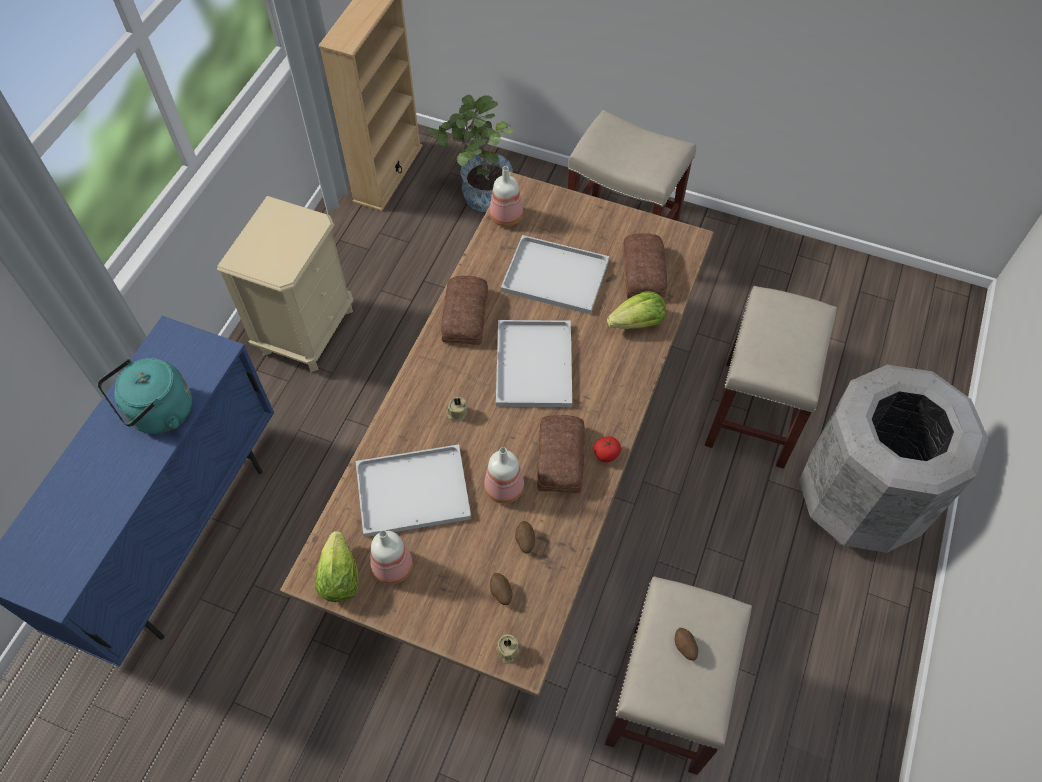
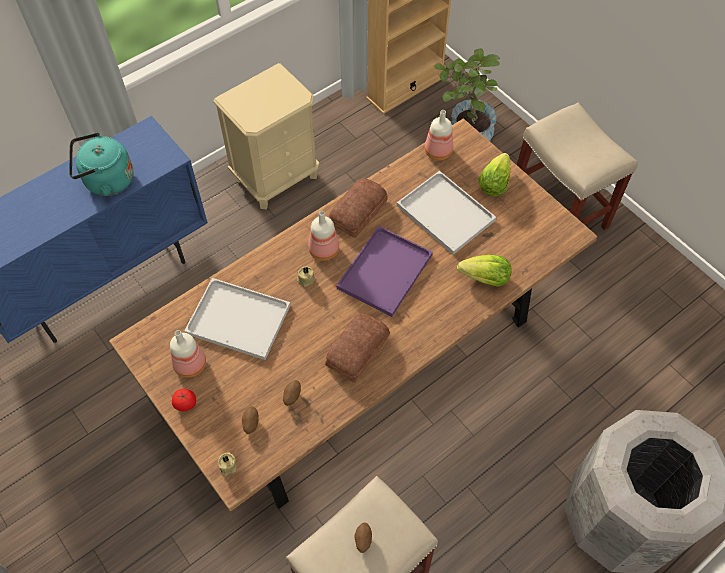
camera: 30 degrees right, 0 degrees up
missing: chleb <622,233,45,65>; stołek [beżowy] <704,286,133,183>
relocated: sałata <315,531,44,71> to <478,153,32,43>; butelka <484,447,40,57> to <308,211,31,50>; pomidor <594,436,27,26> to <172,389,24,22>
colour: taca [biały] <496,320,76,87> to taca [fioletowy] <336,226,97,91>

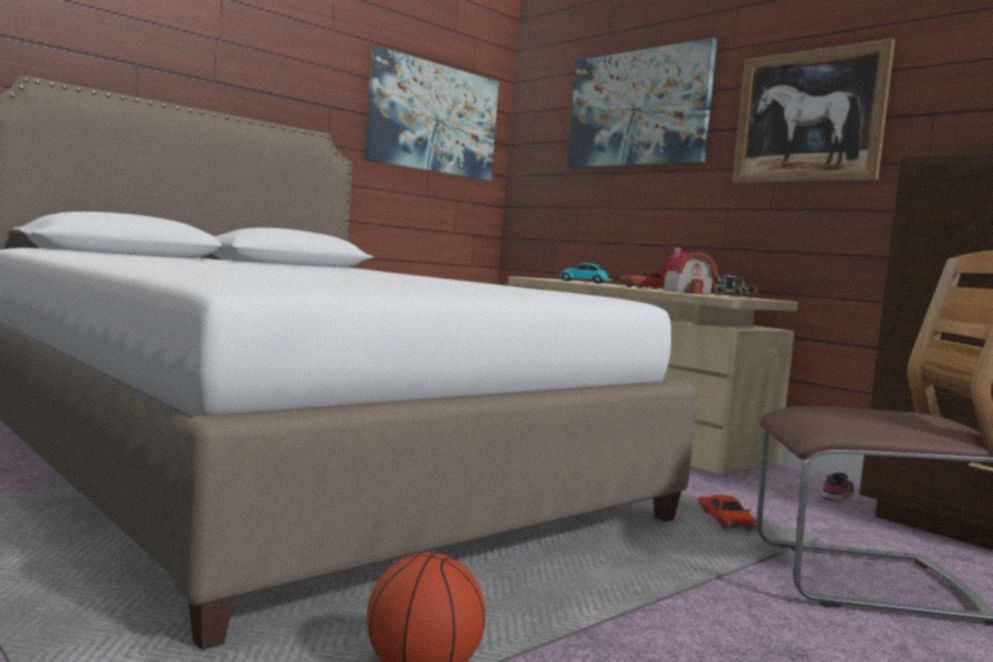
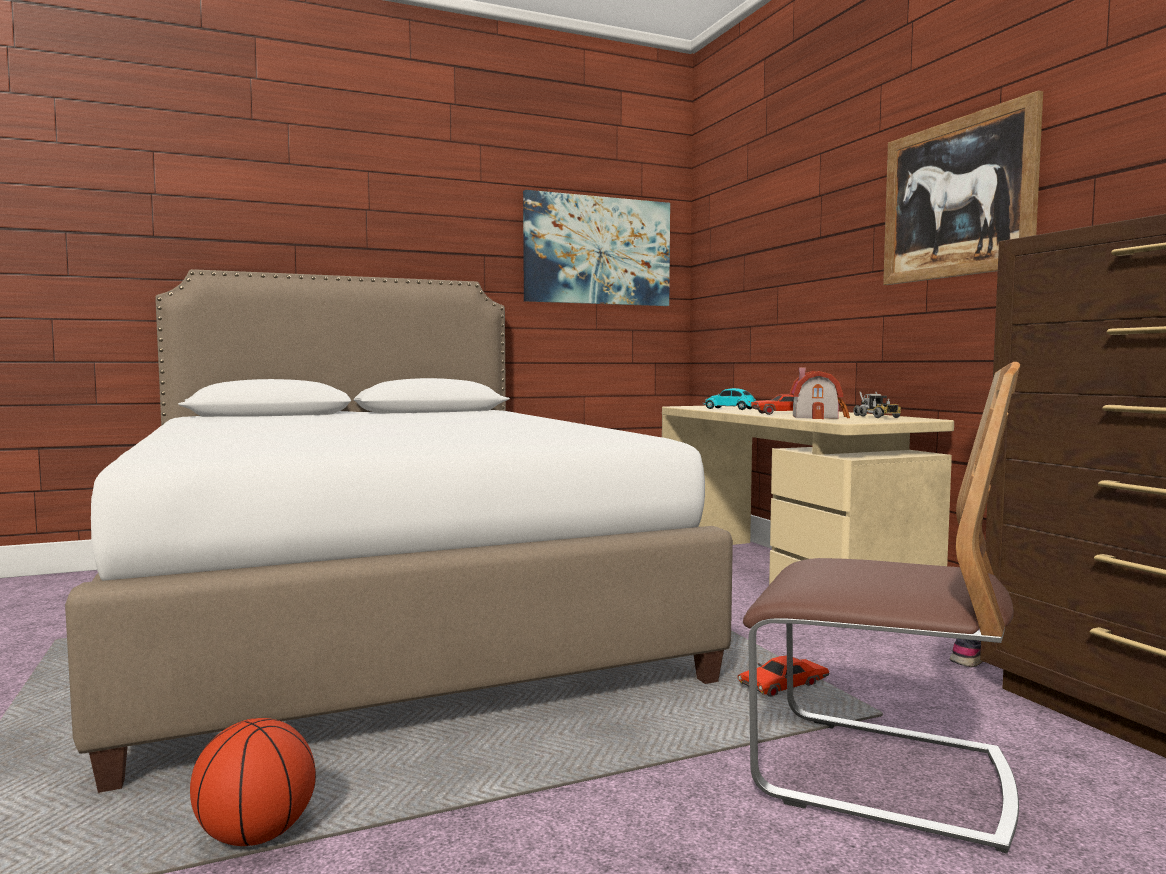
camera: 20 degrees right, 0 degrees up
missing: obraz <567,37,150,131>
spun: samochodzik [czerwony] <698,495,59,35> = <738,655,92,42> 45 degrees clockwise

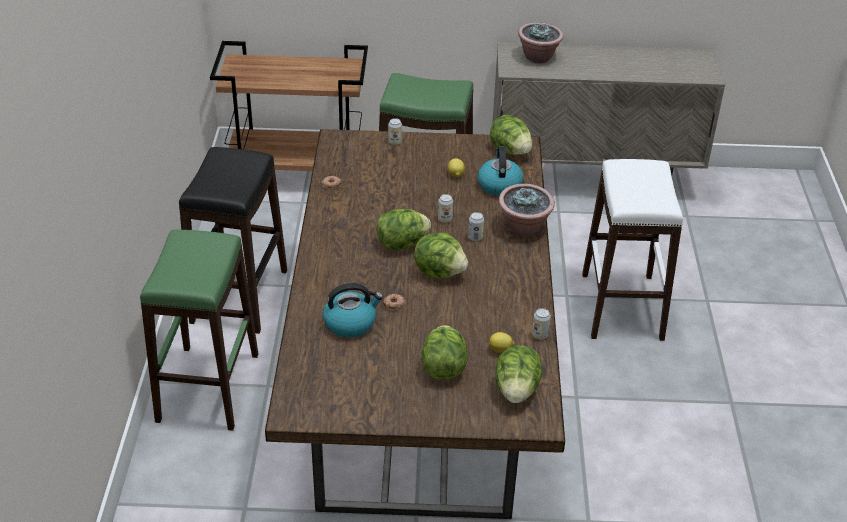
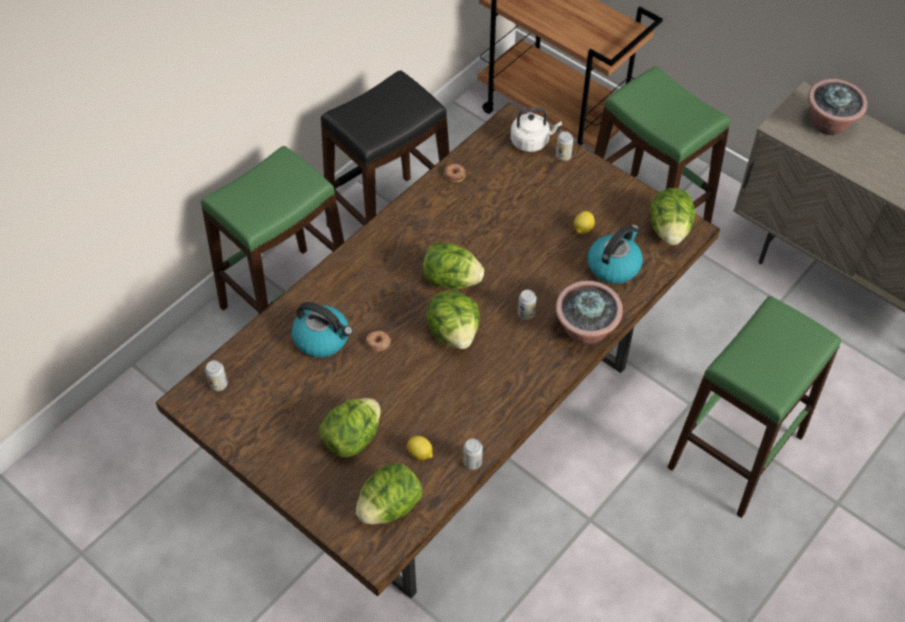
camera: 40 degrees right, 15 degrees up
appeared: czajnik [biały] <511,108,51,44>
relocated: puszka <438,194,15,29> to <205,360,23,31>
colour: stołek [biały] <582,159,101,182> to stołek [zielony] <667,296,175,222>

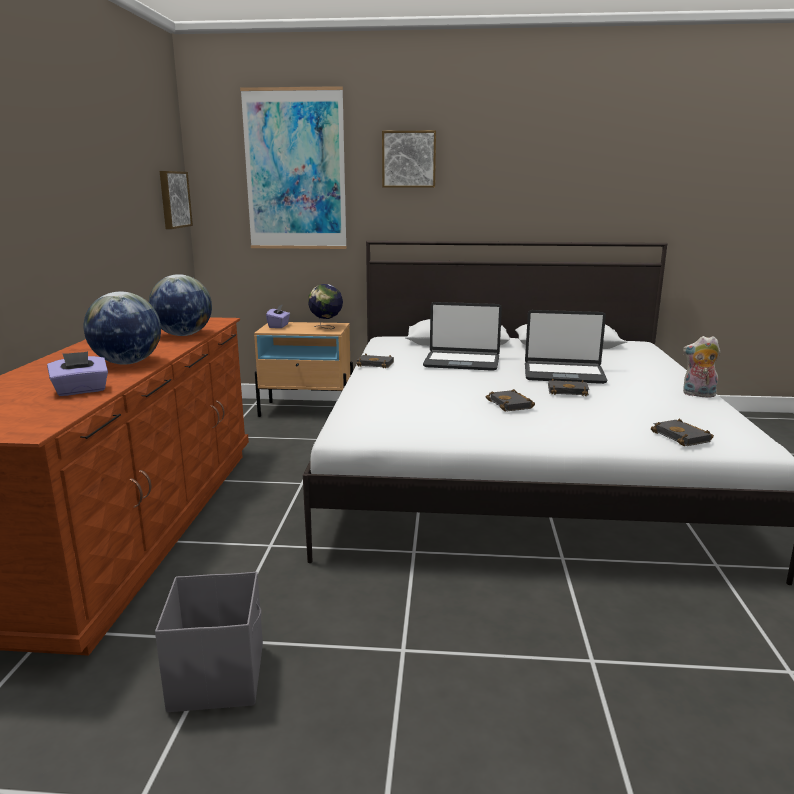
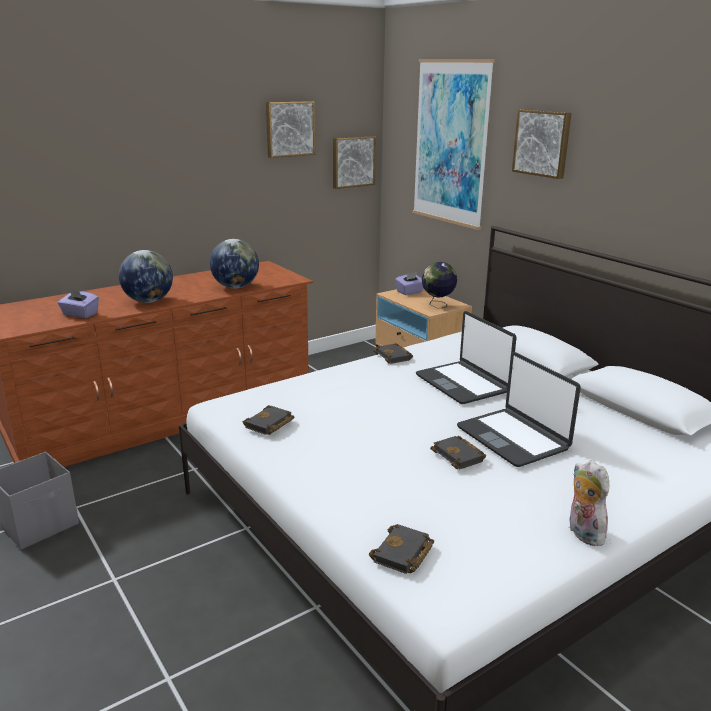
camera: 50 degrees right, 5 degrees up
appeared: obraz <266,101,49,57>
relocated: książka [czarny] <486,389,49,22> to <243,405,51,30>

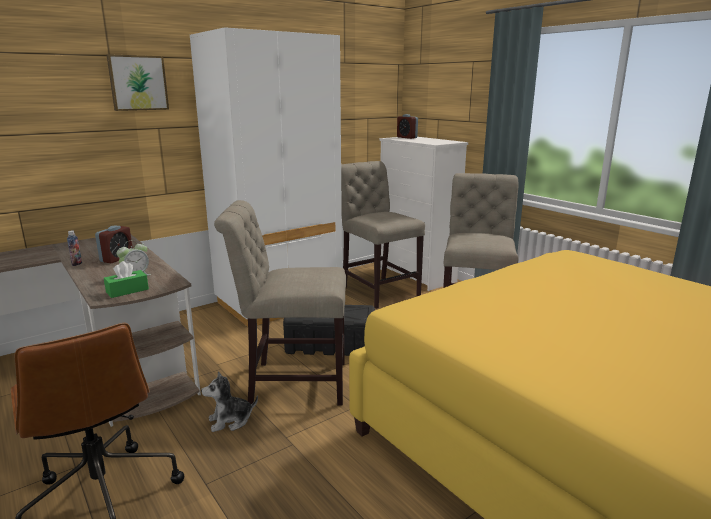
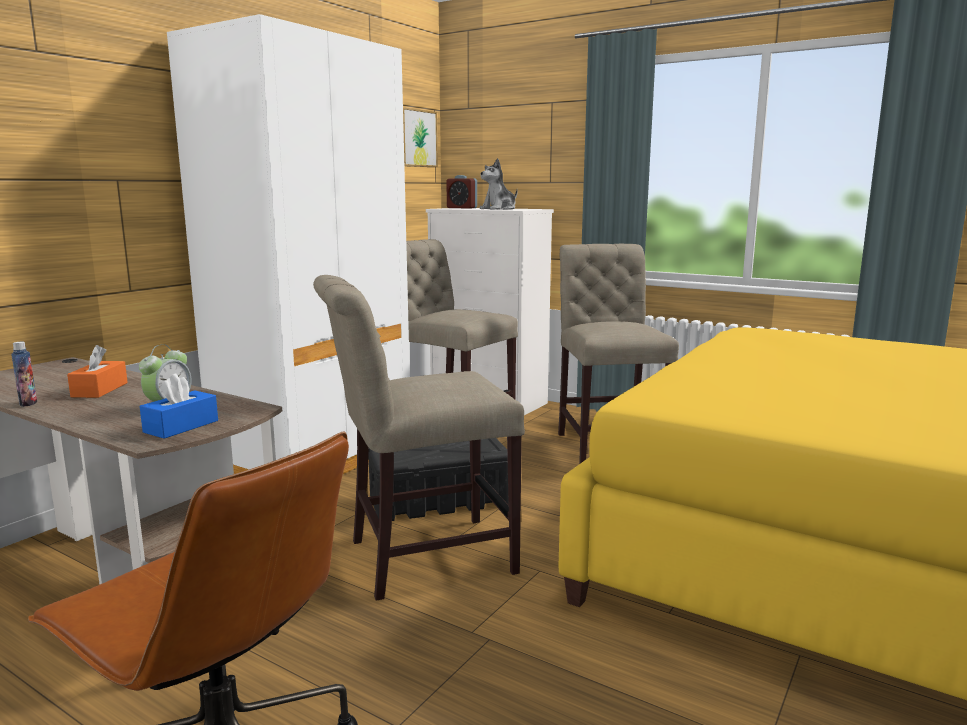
camera: 20 degrees left, 5 degrees down
relocated: obraz <107,54,62,57> to <403,107,35,60>; pluszak <201,371,57,61> to <479,158,39,52>
exchanged: budzik <95,226,38,37> to pudełko chusteczek [pomarańczowy] <67,345,61,53>
colour: pudełko chusteczek [zielony] <104,261,45,37> to pudełko chusteczek [niebieski] <140,373,78,66>

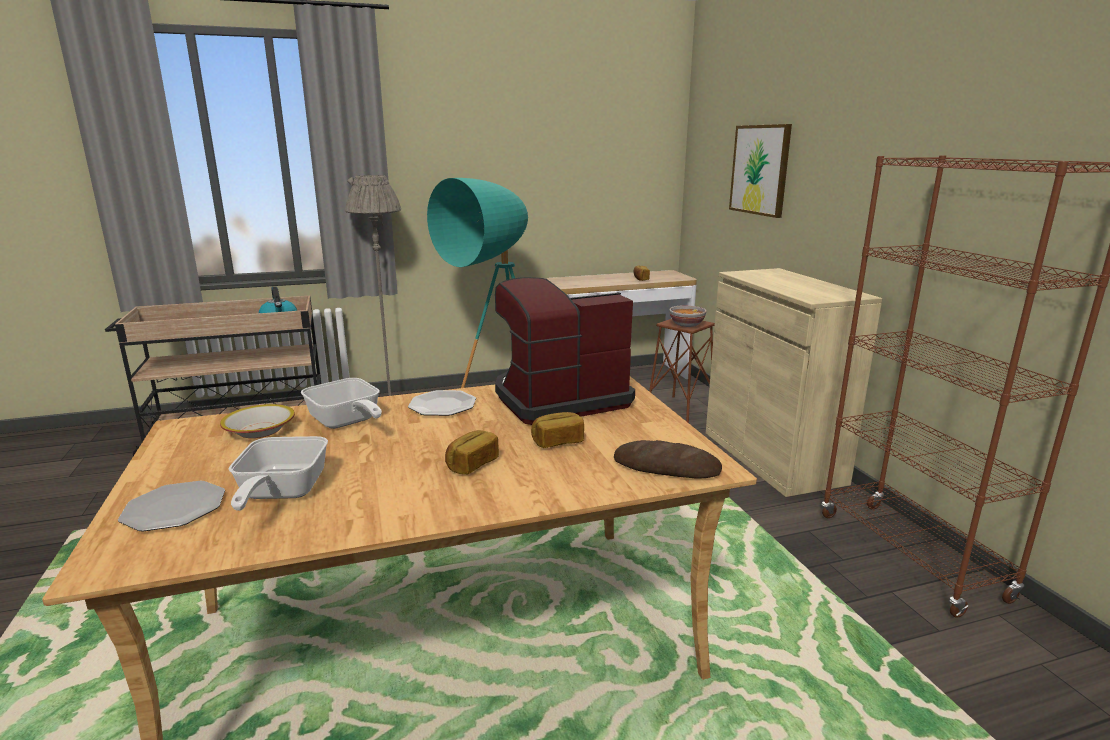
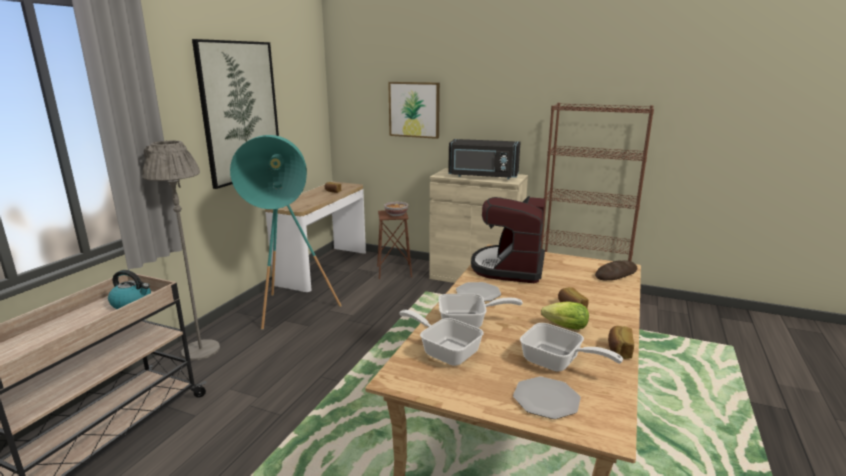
camera: 50 degrees left, 0 degrees up
appeared: obraz <192,39,87,150>; mikrofalówka [czarny] <448,139,73,40>; sałata <541,301,48,29>
relocated: chleb <531,412,53,36> to <608,326,26,33>
exchanged: miska <220,404,75,34> to patelnia <399,310,85,56>

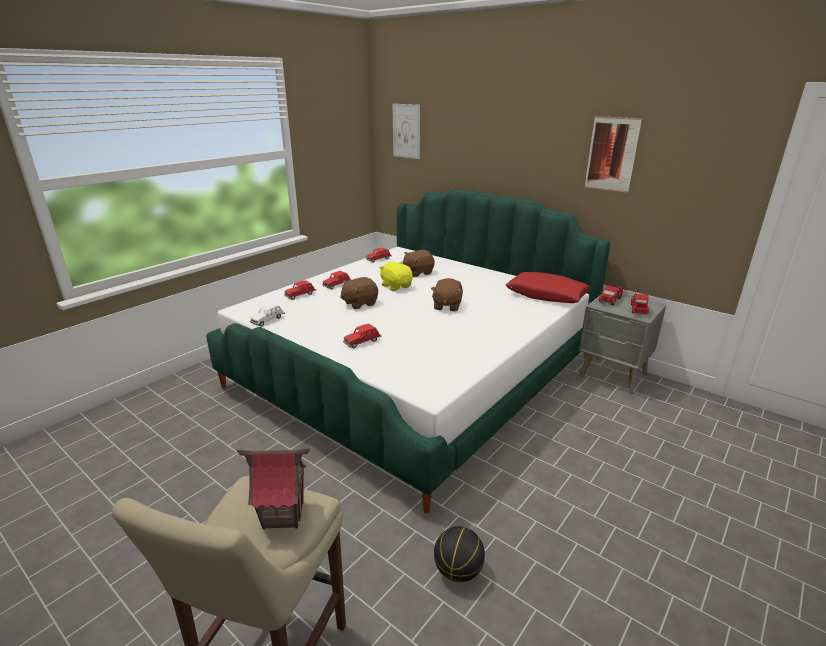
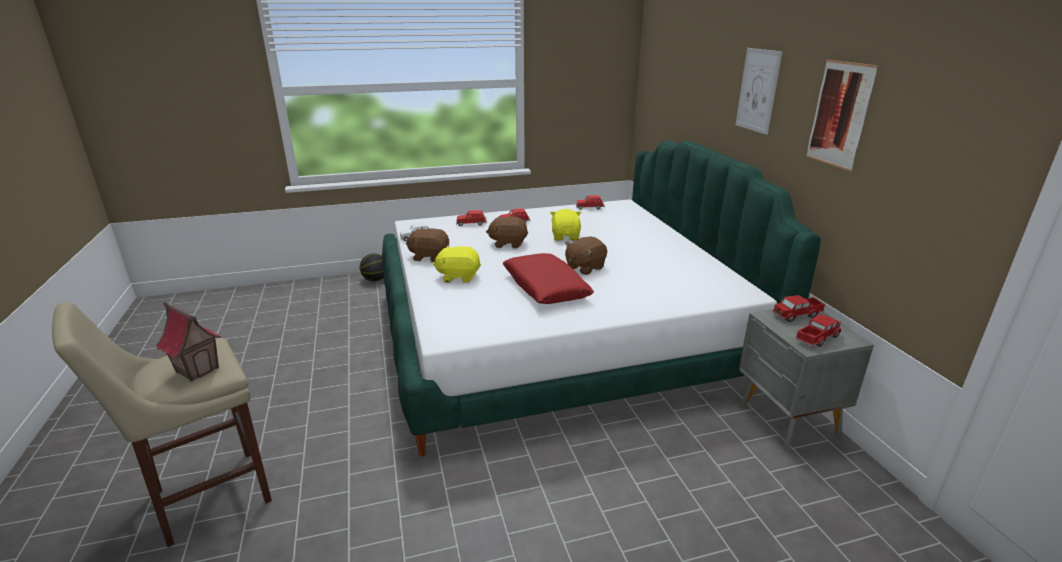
camera: 35 degrees right, 0 degrees up
relocated: obraz <392,104,28,55> to <735,48,47,87>; pluszak [brązowy] <403,250,32,27> to <406,228,43,34>; piłka do koszykówki <434,526,51,56> to <360,253,24,28>; poduszka [czerwony] <506,272,84,31> to <503,253,91,51>
exchanged: samochodzik [czerwony] <343,324,39,24> to pluszak [żółty] <433,245,48,38>

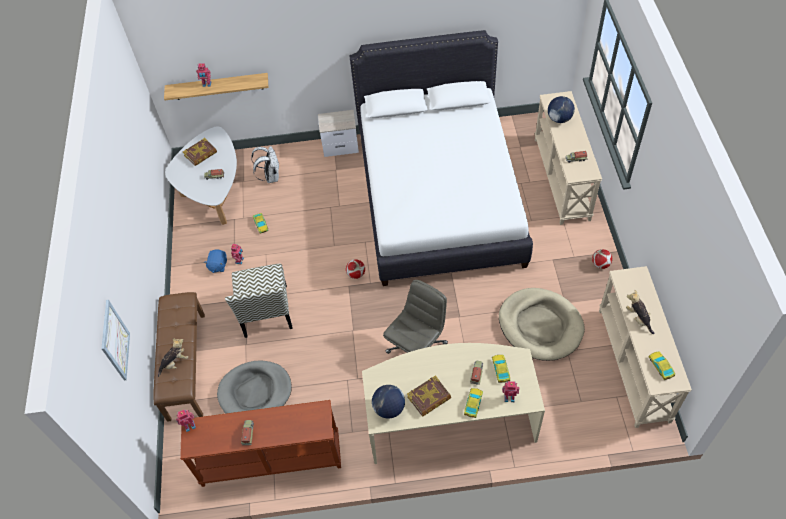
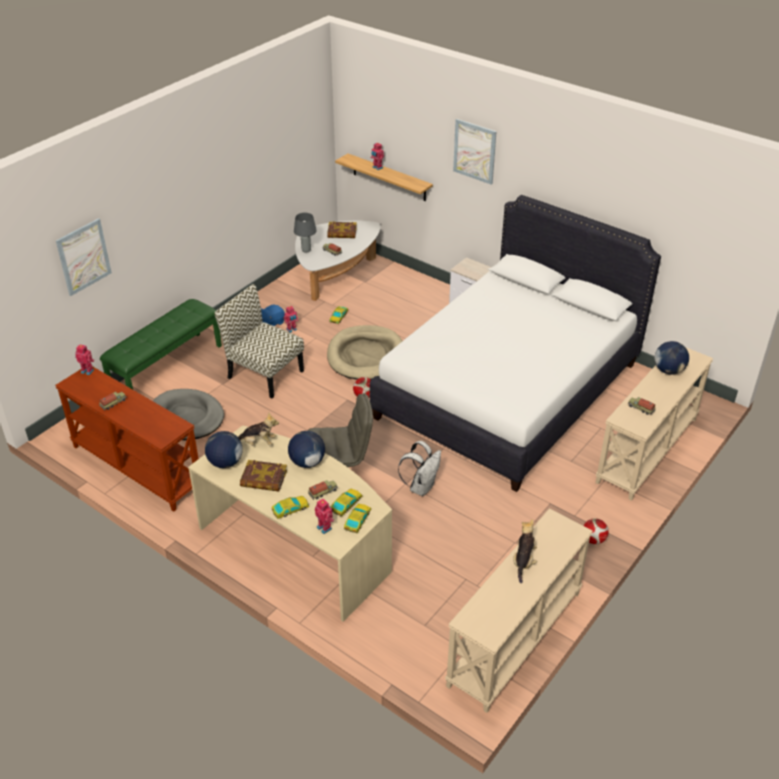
camera: 40 degrees right, 15 degrees down
appeared: globus <288,431,37,37>; lampa stołowa [szary] <294,213,23,40>; obraz <453,119,44,66>
relocated: pluszak <158,338,30,39> to <238,413,41,33>; plecak [biały] <251,146,28,37> to <398,441,43,55>; legowisko [beżowy] <499,288,86,73> to <327,325,75,55>; samochodzik <648,352,27,28> to <344,504,27,29>
colour: ławka [brązowy] <154,292,51,130> to ławka [zielony] <100,299,122,90>
spun: krzesło <225,263,68,75> = <214,284,90,114> 90 degrees clockwise

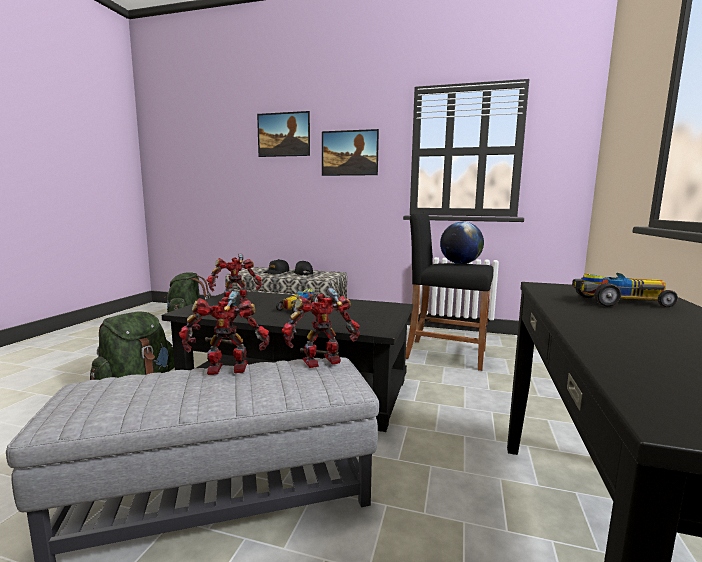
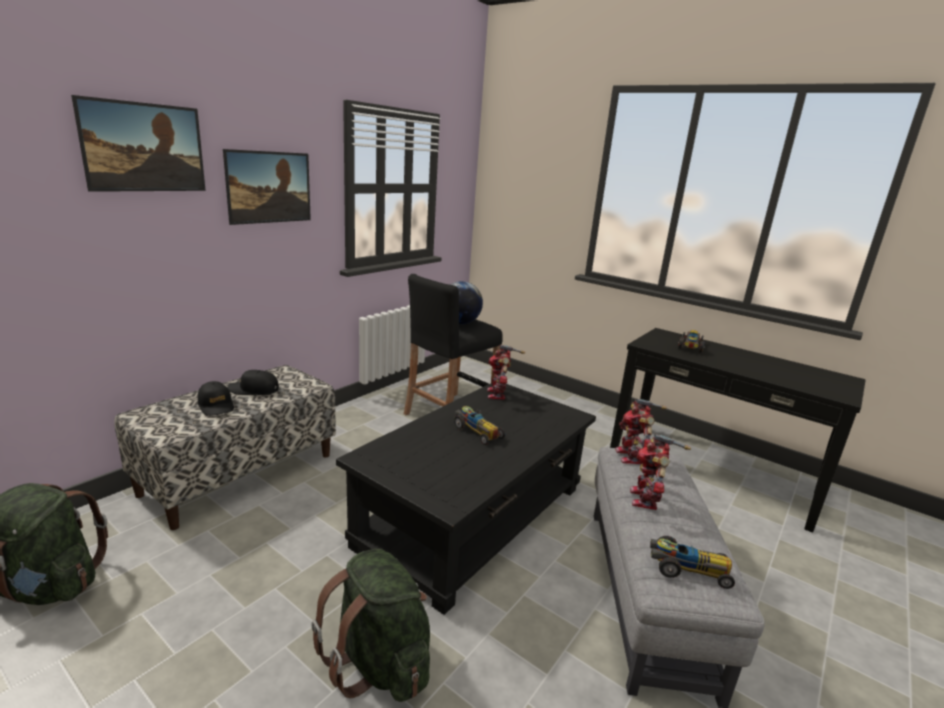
camera: 70 degrees left, 10 degrees up
appeared: samochodzik <650,536,85,53>
relocated: robot zabawkowy <207,253,55,50> to <487,344,38,56>

